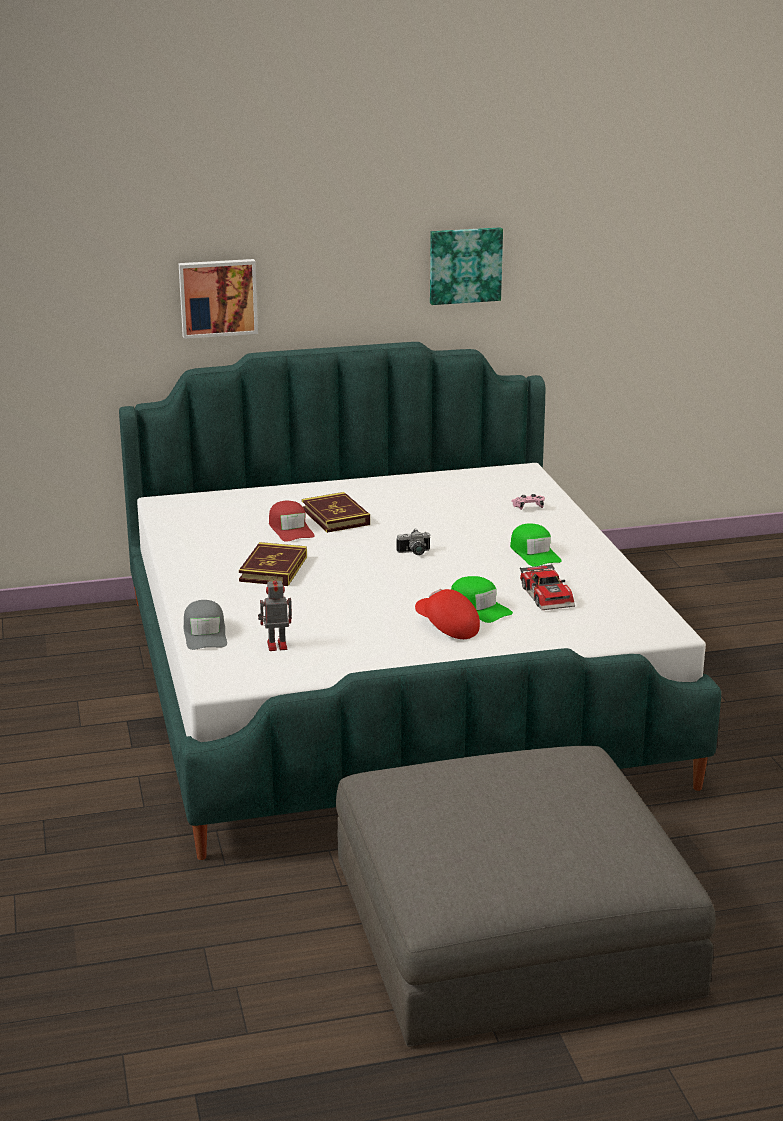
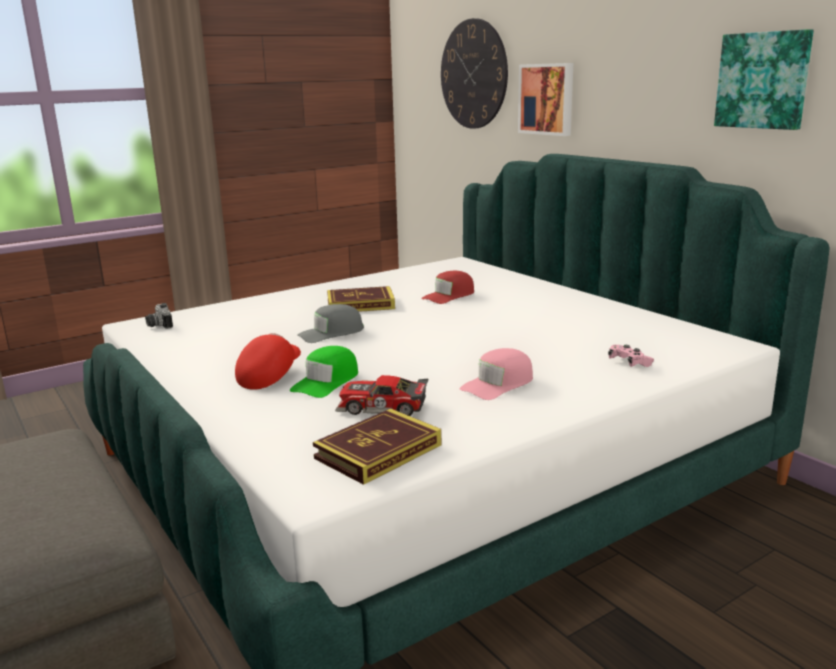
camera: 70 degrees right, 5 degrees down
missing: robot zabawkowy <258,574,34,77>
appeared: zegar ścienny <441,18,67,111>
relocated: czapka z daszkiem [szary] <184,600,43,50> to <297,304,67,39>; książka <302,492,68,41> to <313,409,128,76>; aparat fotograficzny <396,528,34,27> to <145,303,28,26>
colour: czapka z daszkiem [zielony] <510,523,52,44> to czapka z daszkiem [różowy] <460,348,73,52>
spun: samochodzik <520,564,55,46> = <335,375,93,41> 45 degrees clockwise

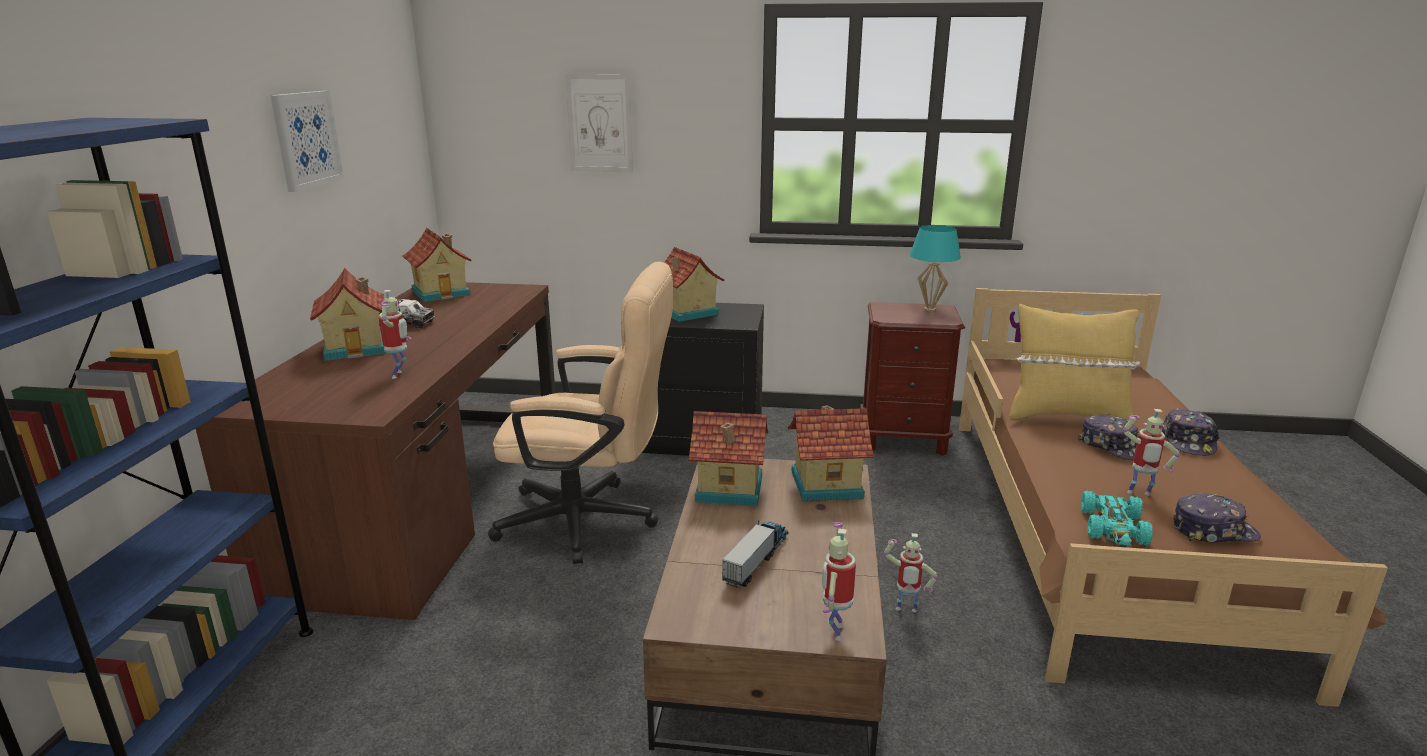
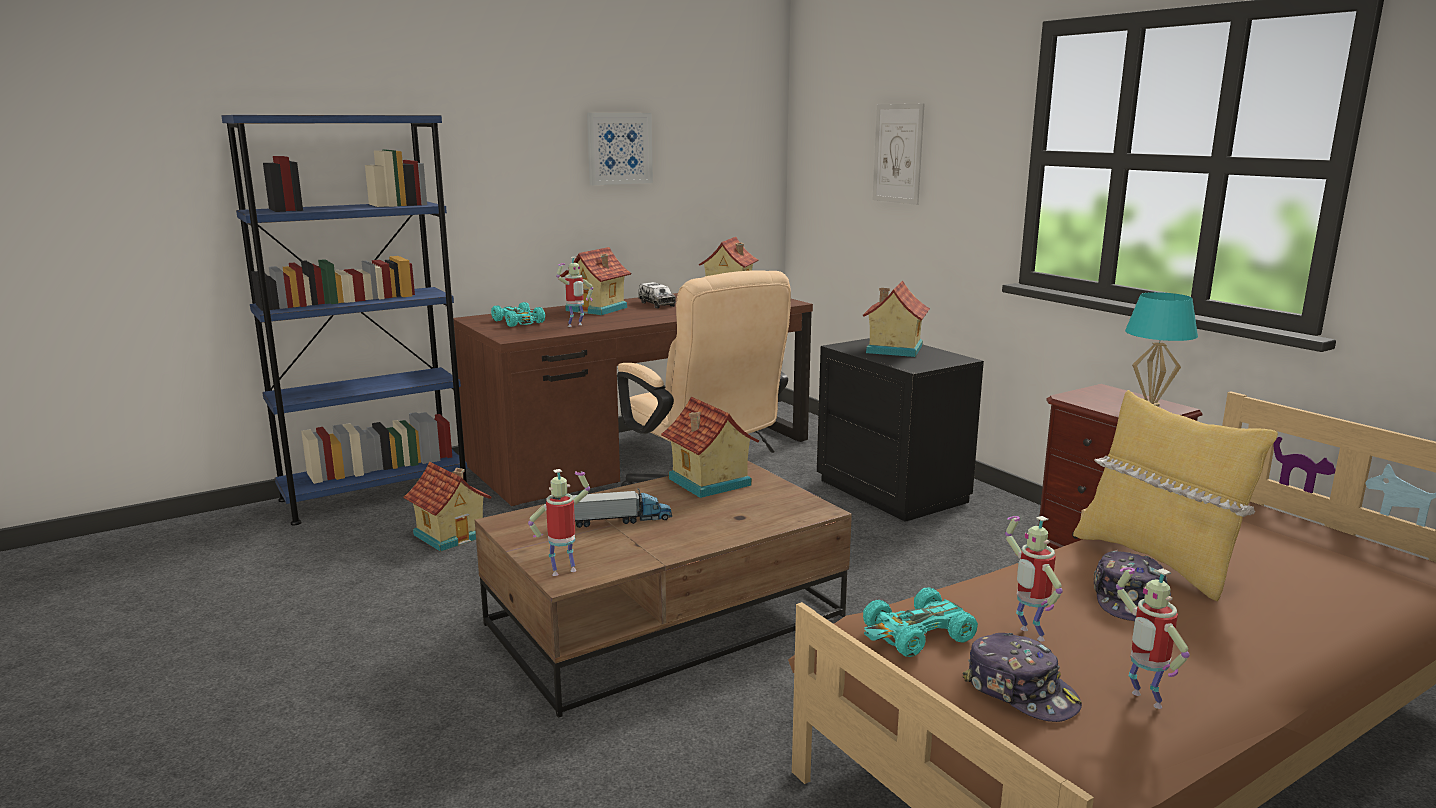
camera: 50 degrees right, 5 degrees down
missing: czapka z daszkiem <1162,408,58,48>
appeared: samochodzik [turkusowy] <491,302,54,25>
relocated: domek <788,405,86,96> to <403,462,88,90>; robot zabawkowy <884,533,54,79> to <1116,567,74,142>

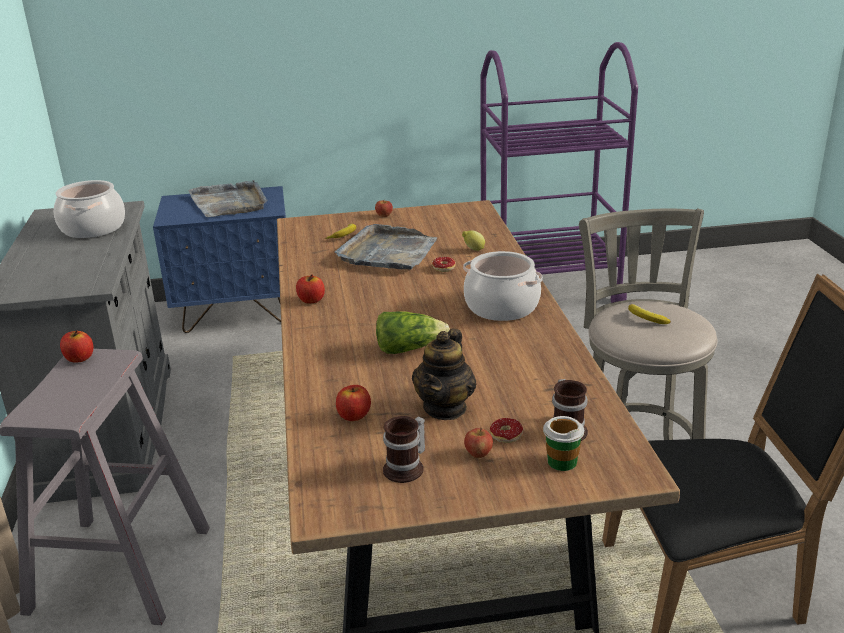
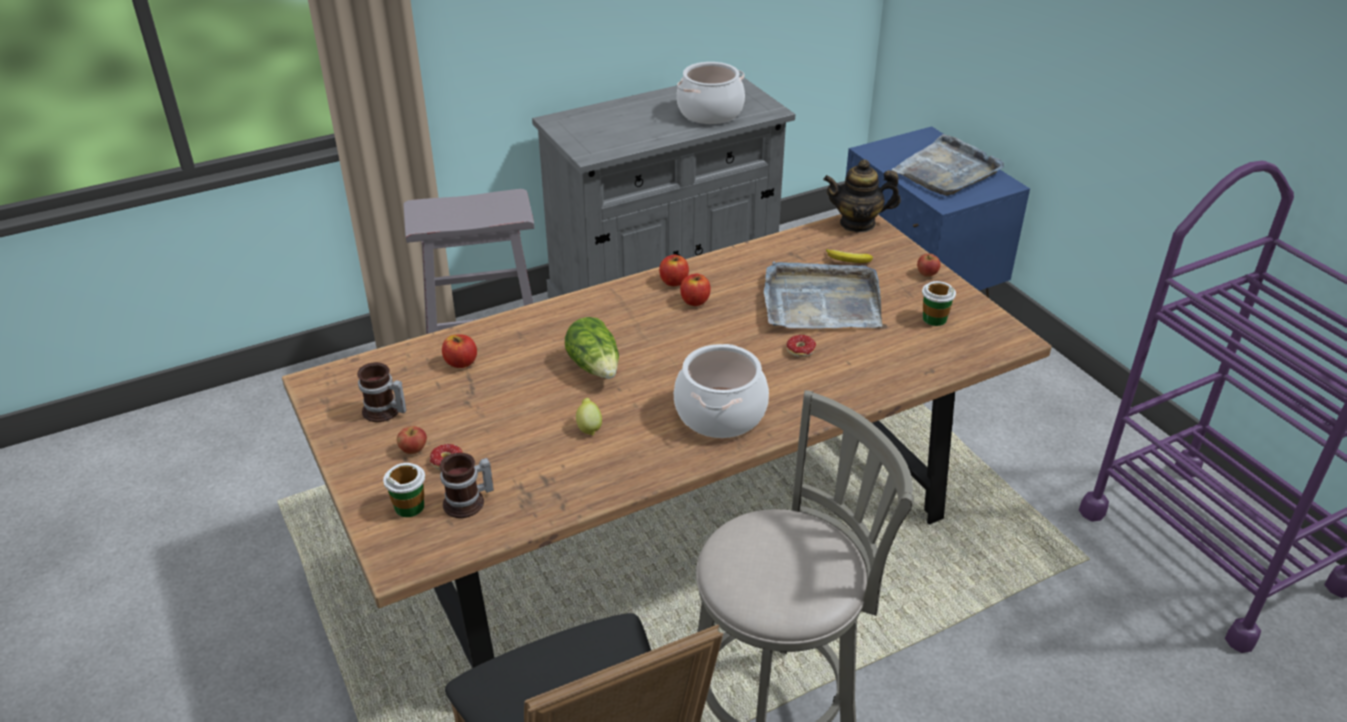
camera: 70 degrees right, 10 degrees up
missing: banan <628,304,43,20>
appeared: filiżanka <922,281,34,45>
relocated: jabłko <60,330,33,32> to <680,274,31,32>; imbryk <412,329,64,91> to <823,159,78,73>; cytryna <462,230,23,21> to <576,398,26,37>

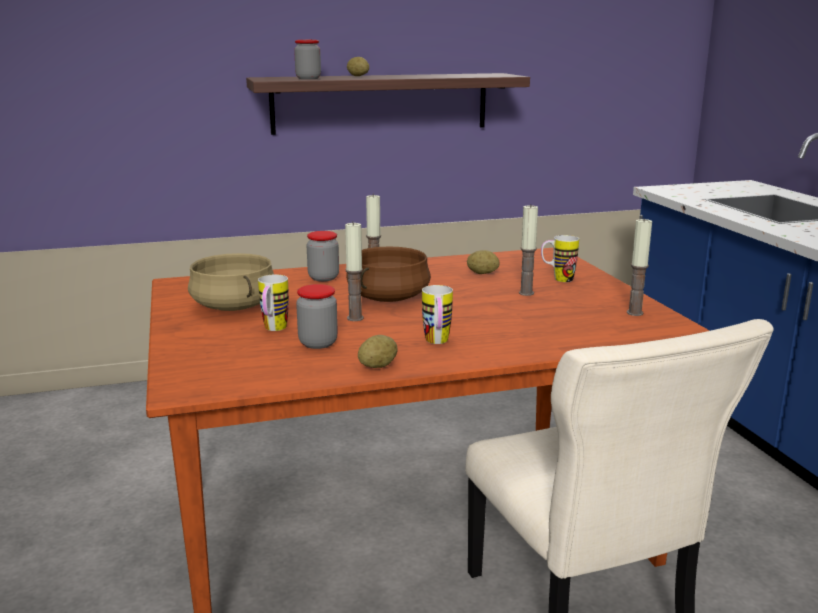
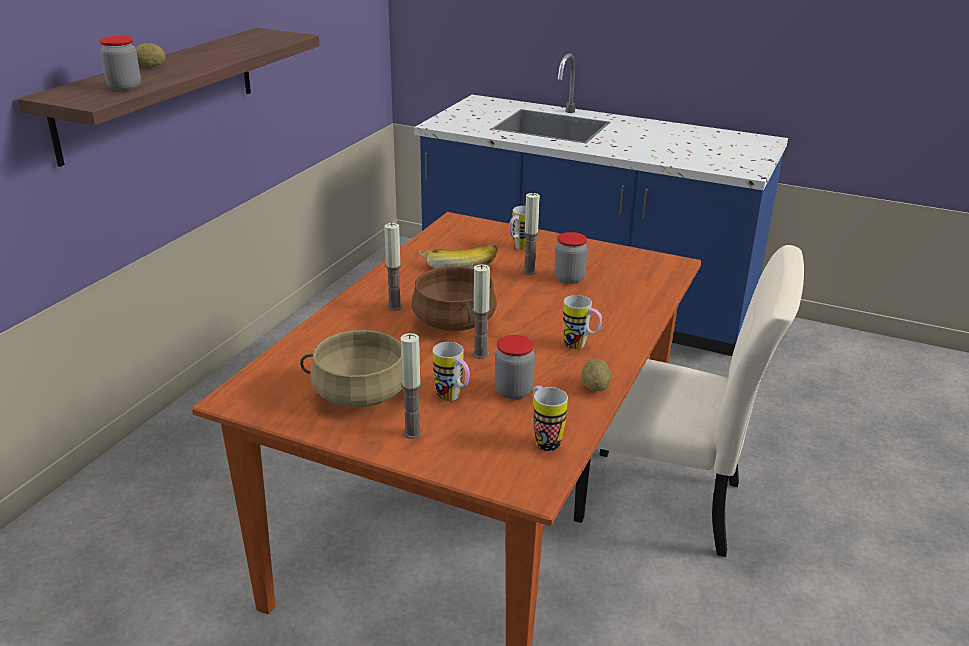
camera: 50 degrees left, 10 degrees up
appeared: kubek <533,386,35,65>
relocated: słoik <307,231,32,50> to <554,232,33,52>; świeca <627,218,25,98> to <400,333,22,106>
exchanged: ziemniak <467,250,33,24> to banan <419,245,79,24>

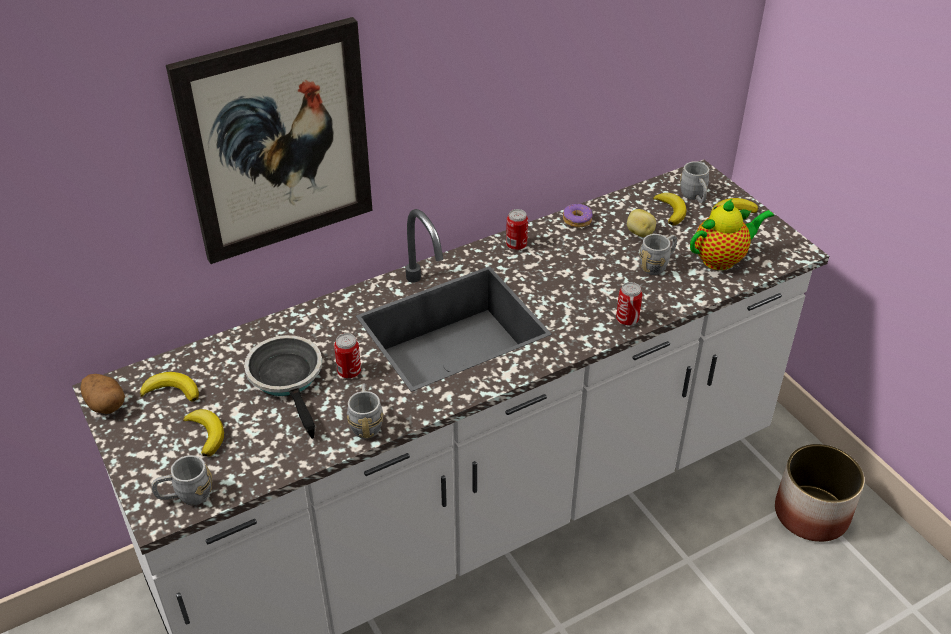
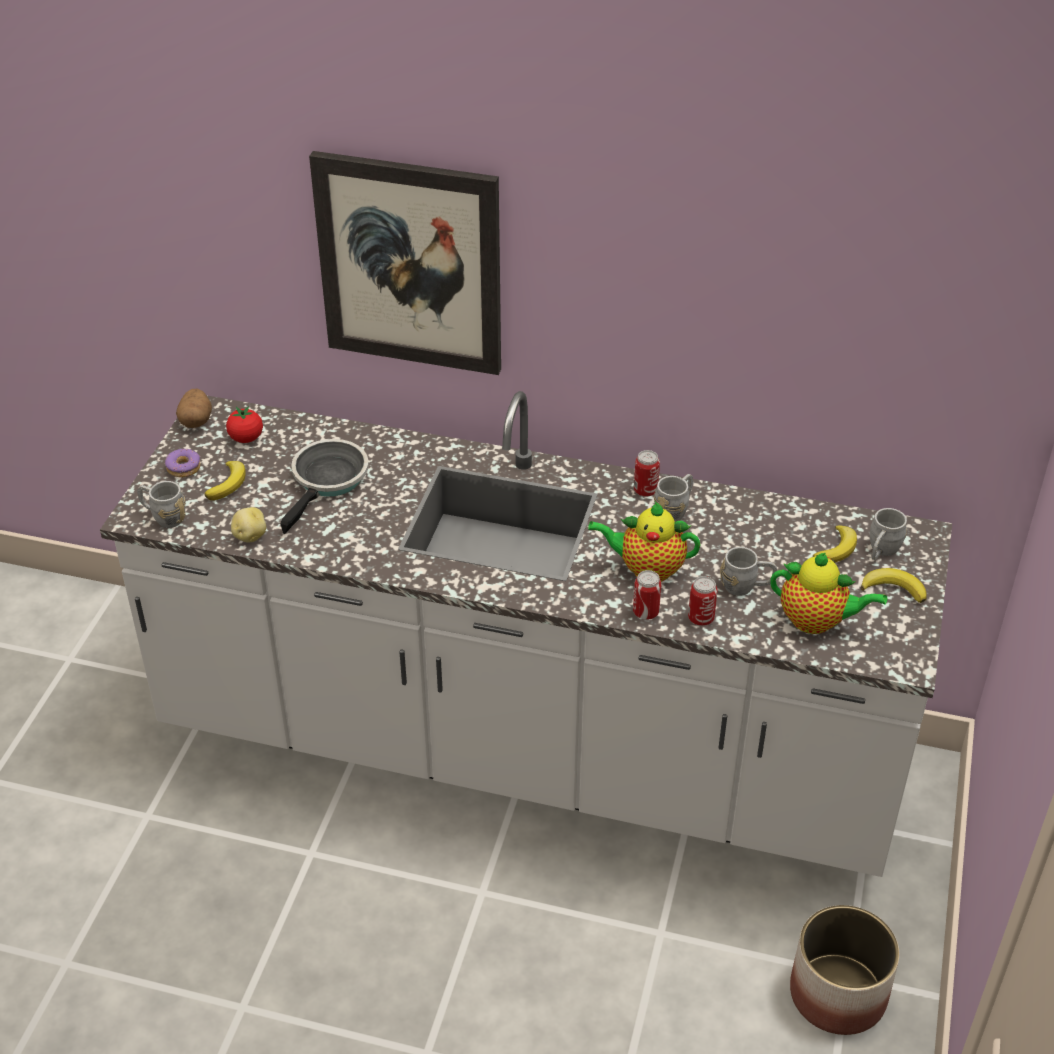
camera: 45 degrees right, 0 degrees up
appeared: imbryk <588,502,112,80>
relocated: puszka <334,333,27,45> to <688,576,30,50>; kubek [szary] <347,383,36,56> to <654,474,39,48>; donut <563,204,30,23> to <165,449,35,29>; ziemniak <627,209,29,28> to <231,507,35,36>
exchanged: banan <140,372,59,30> to pomidor <226,406,37,37>

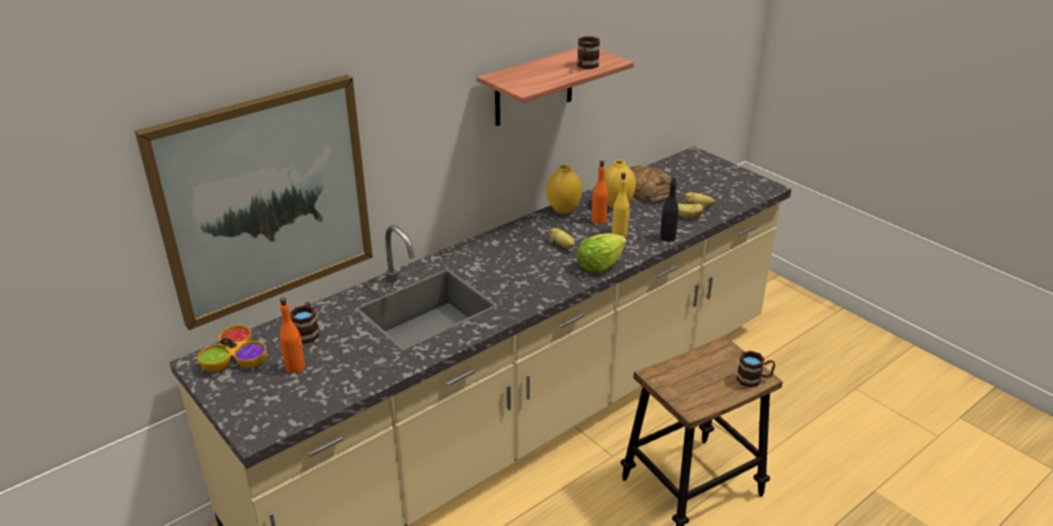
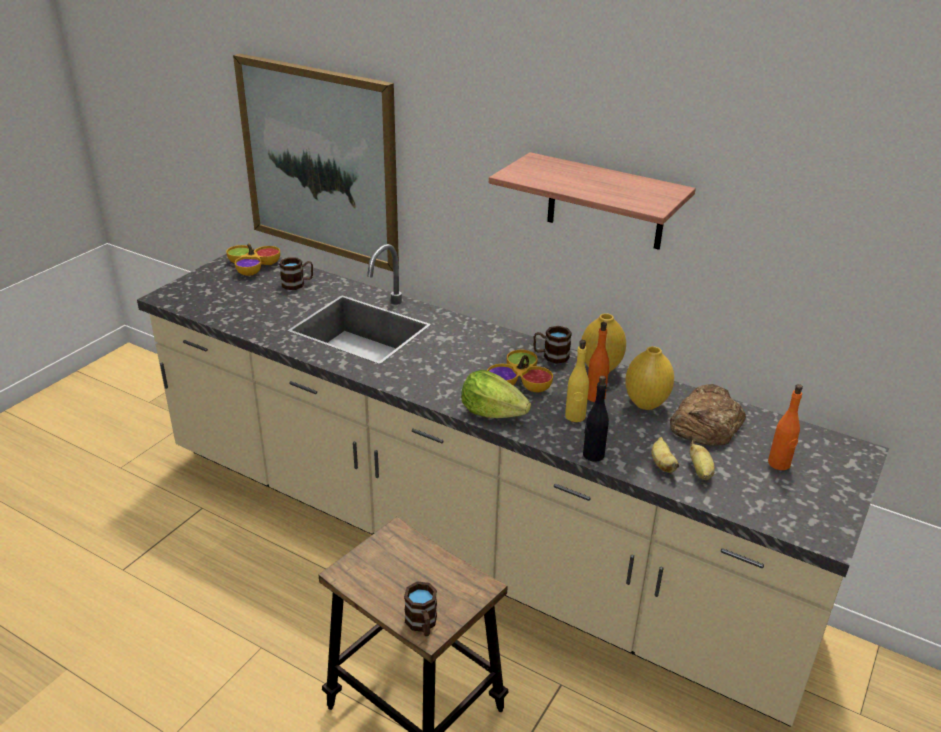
camera: 70 degrees right, 0 degrees up
relocated: butelka [pomarańczowy] <280,297,25,76> to <768,384,35,86>; kubek [brązowy] <577,36,23,33> to <533,326,39,38>
exchanged: banan <548,226,27,23> to miska <487,350,66,42>

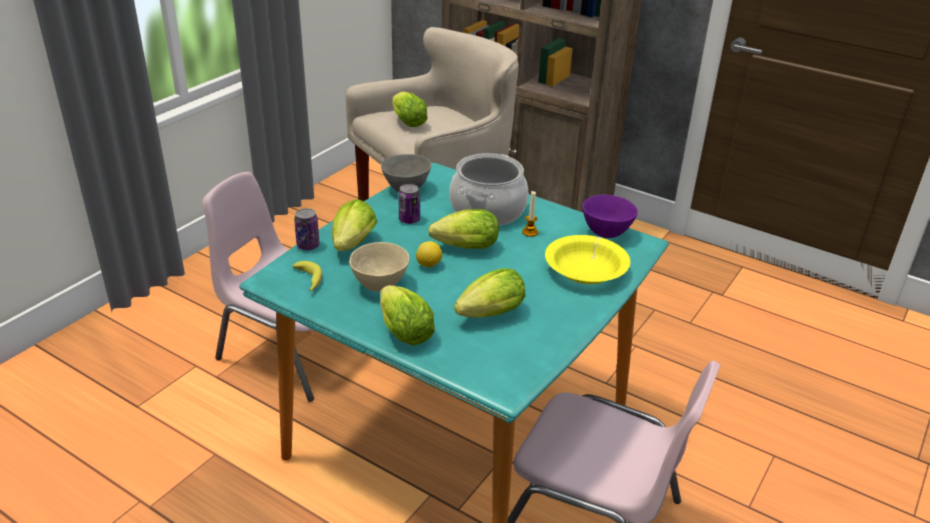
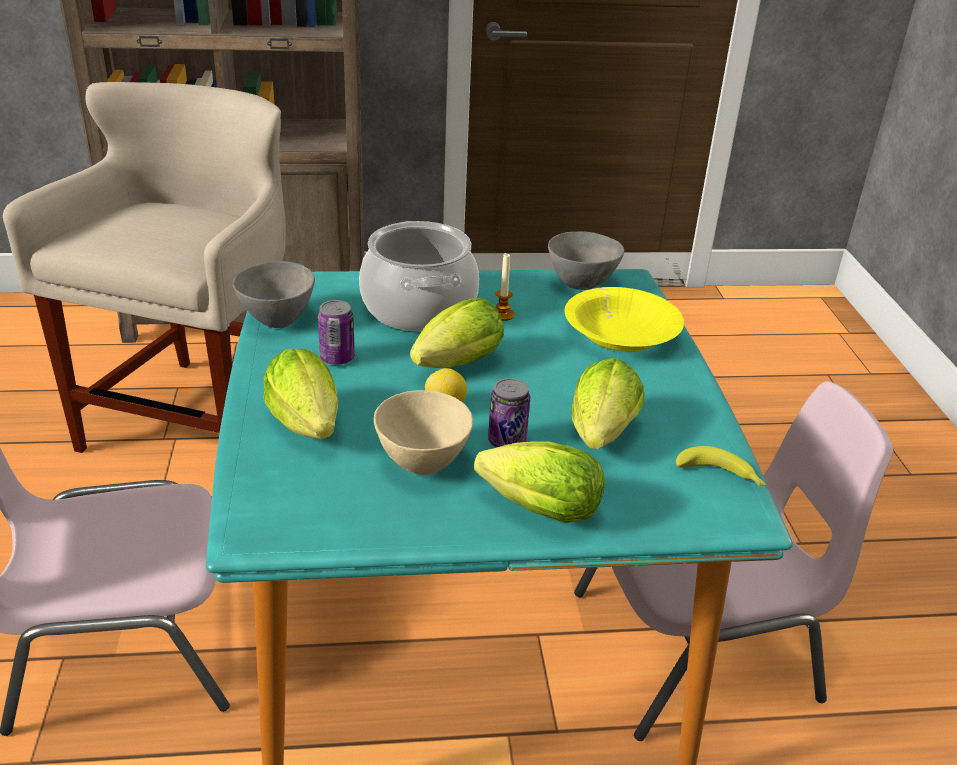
camera: 40 degrees left, 0 degrees up
missing: sałata <392,91,36,36>
relocated: banan <293,261,29,30> to <676,446,91,41>; puszka <294,208,26,42> to <488,378,42,69>
colour: miska [fioletowy] <583,195,55,43> to miska [szary] <548,231,76,59>

